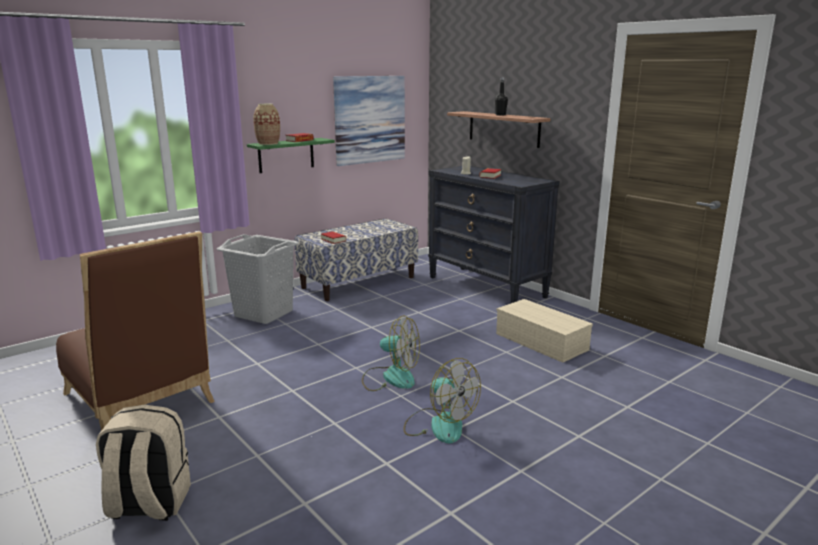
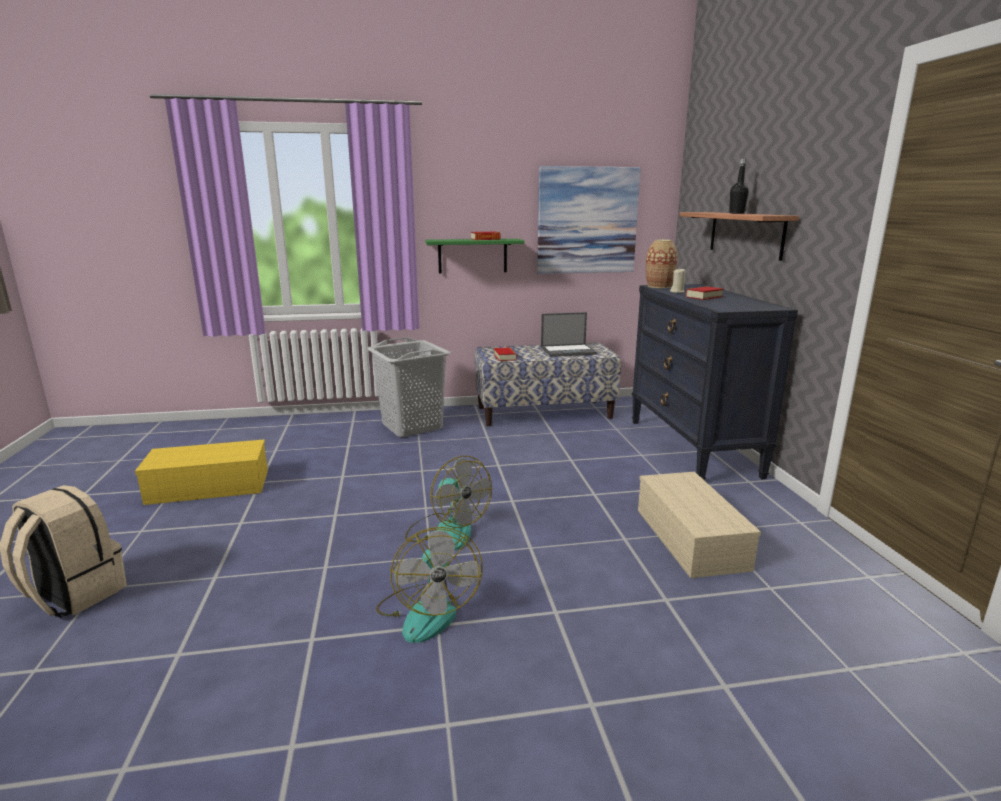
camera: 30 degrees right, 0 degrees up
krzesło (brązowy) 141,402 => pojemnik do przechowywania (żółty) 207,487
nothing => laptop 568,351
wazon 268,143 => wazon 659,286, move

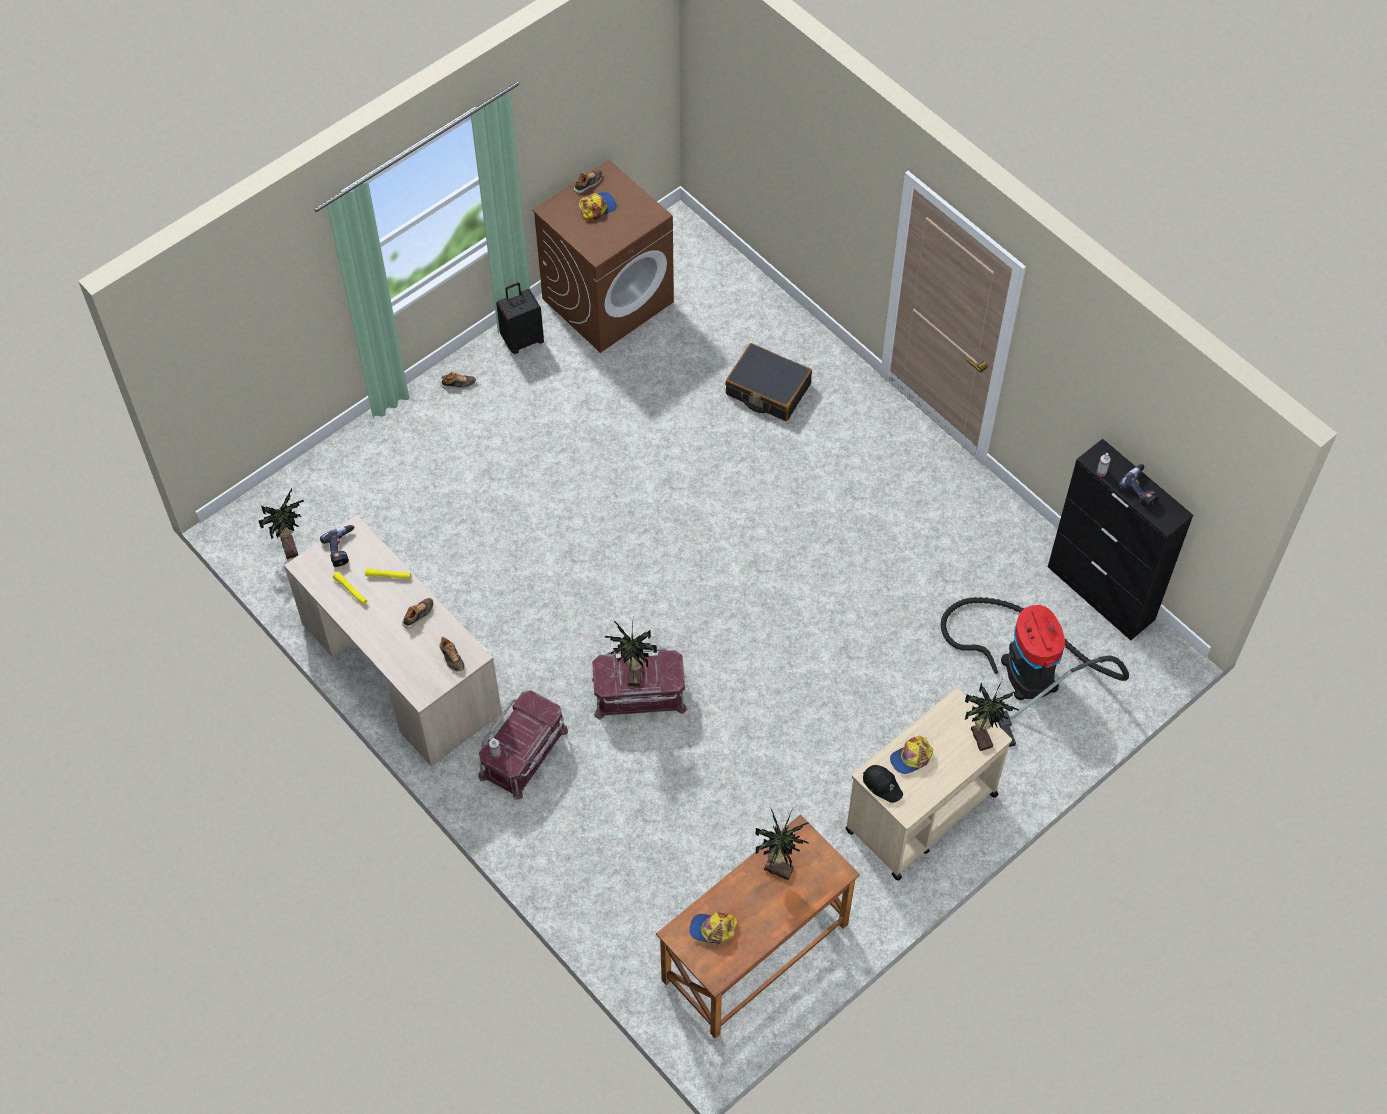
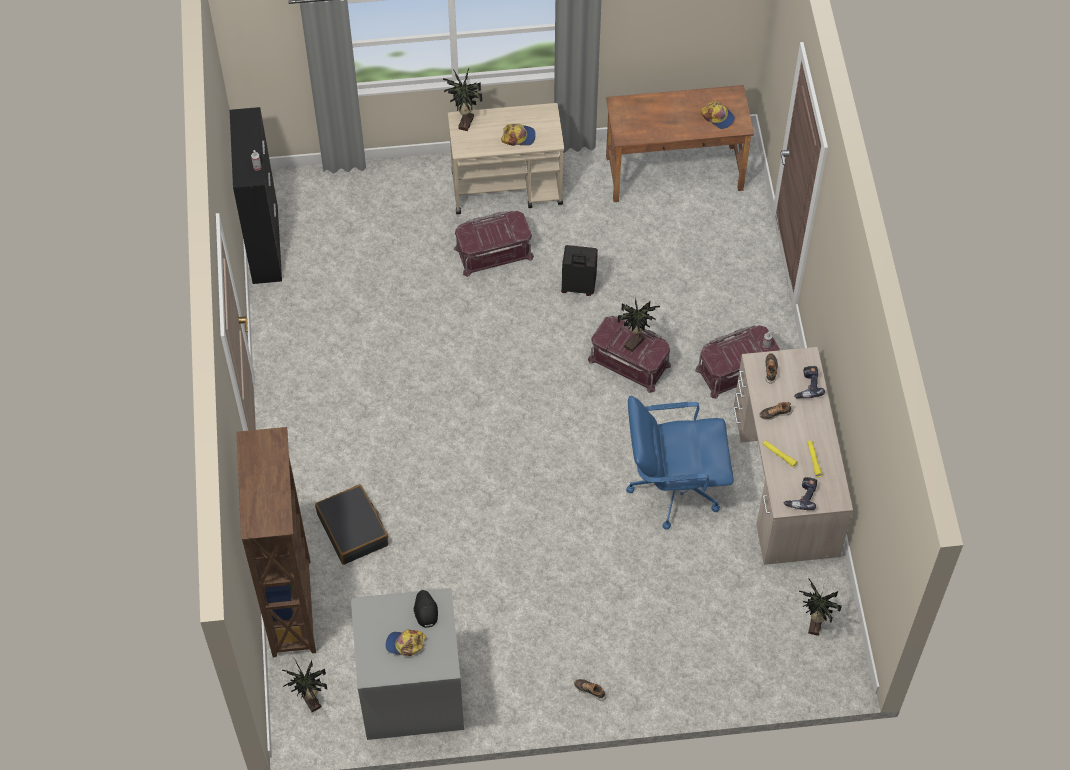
camera: 145 degrees left, 0 degrees up
nothing => regał (brązowy) 292,607
roślina doniczkowa 779,867 => roślina doniczkowa 310,702, move
pralka (brązowy) 608,299 => pralka (szary) 411,692
czapka z daszkiem (czarny) 882,784 => czapka z daszkiem (czarny) 425,610, move
nothing => pojemnik do przechowywania (czerwony) 493,251
walizka (czarny) 522,340 => walizka (czarny) 578,287, move
nothing => krzesło biurowe (niebieski) 673,486
wiertarka 1141,489 => wiertarka 807,386, move
but 588,183 => nothing
odkurzacz 1025,668 => nothing

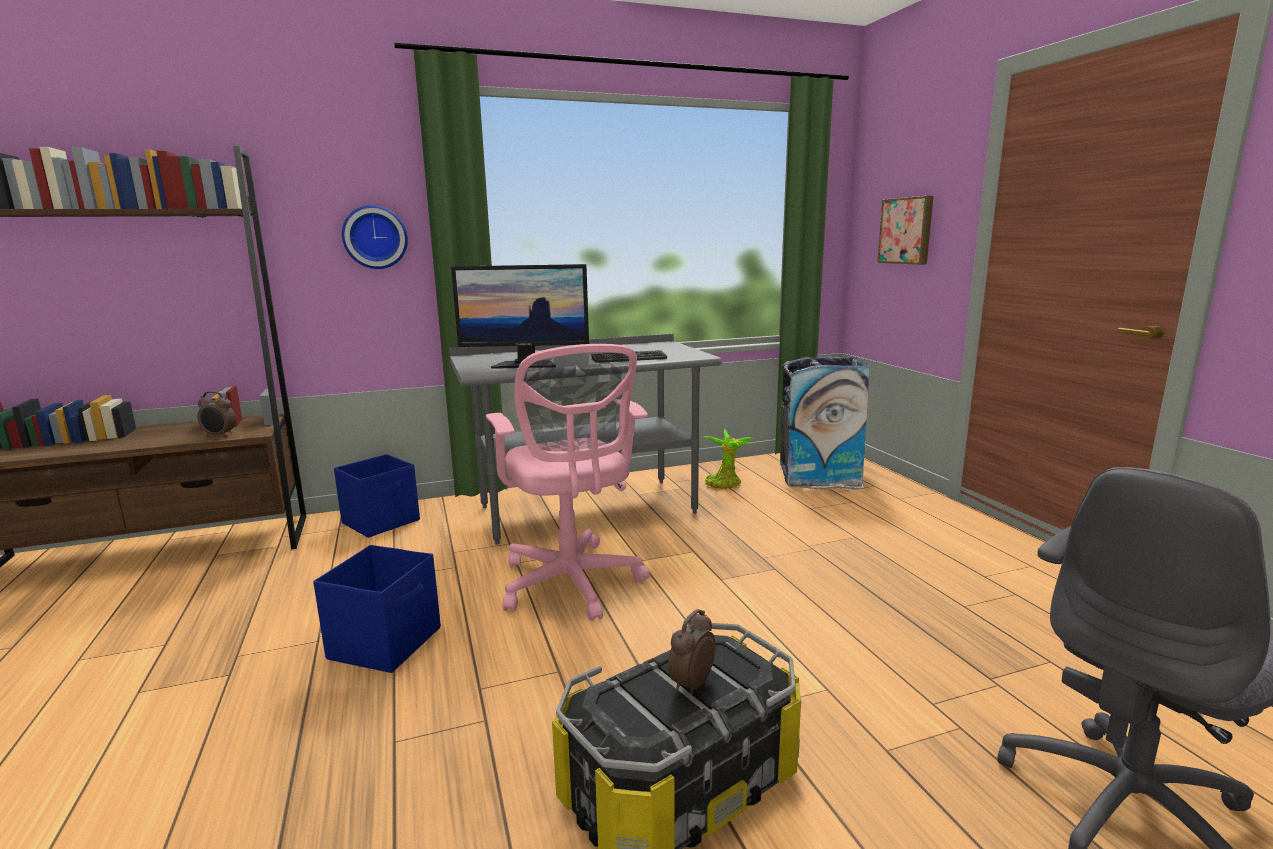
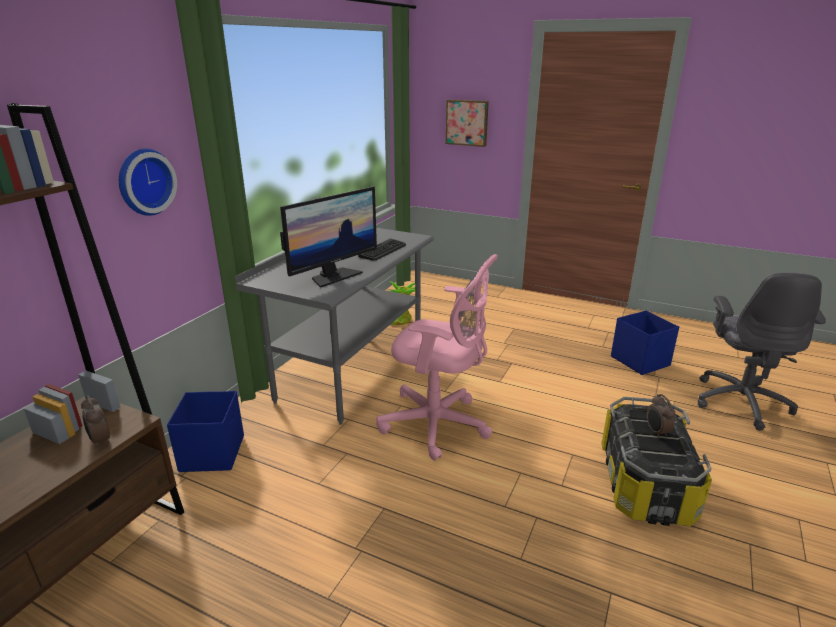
camera: 45 degrees left, 10 degrees up
budzik 219,435 => budzik 100,441, 90 degrees clockwise
pojemnik do przechowywania (niebieski) 387,642 => pojemnik do przechowywania (niebieski) 639,360, move
kosz na śmieci 817,475 => nothing

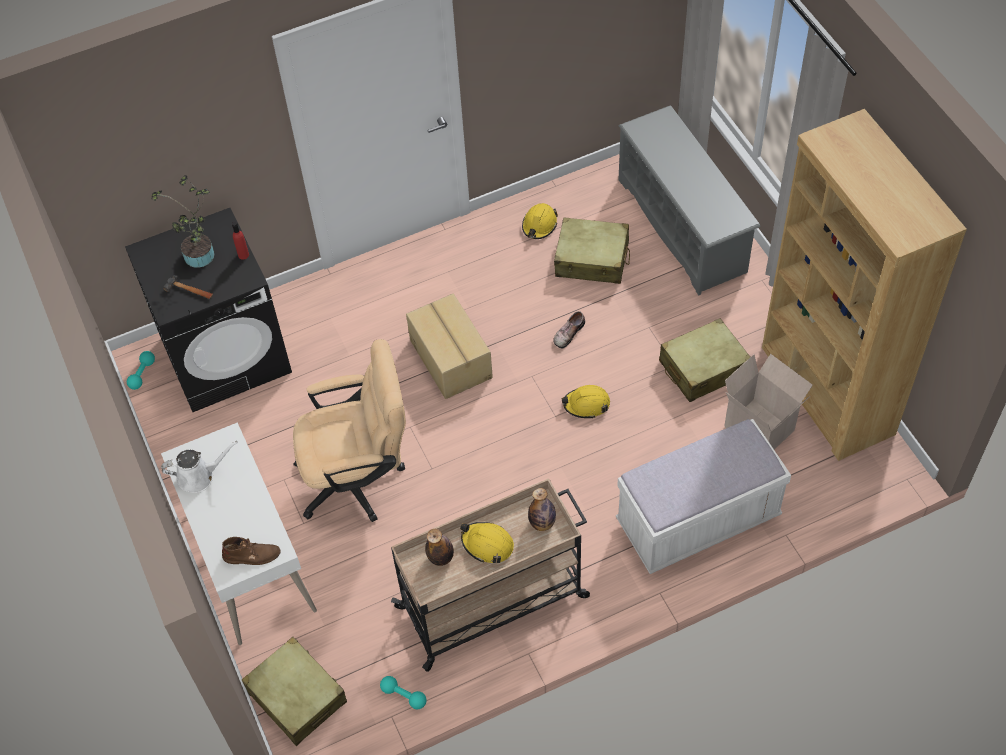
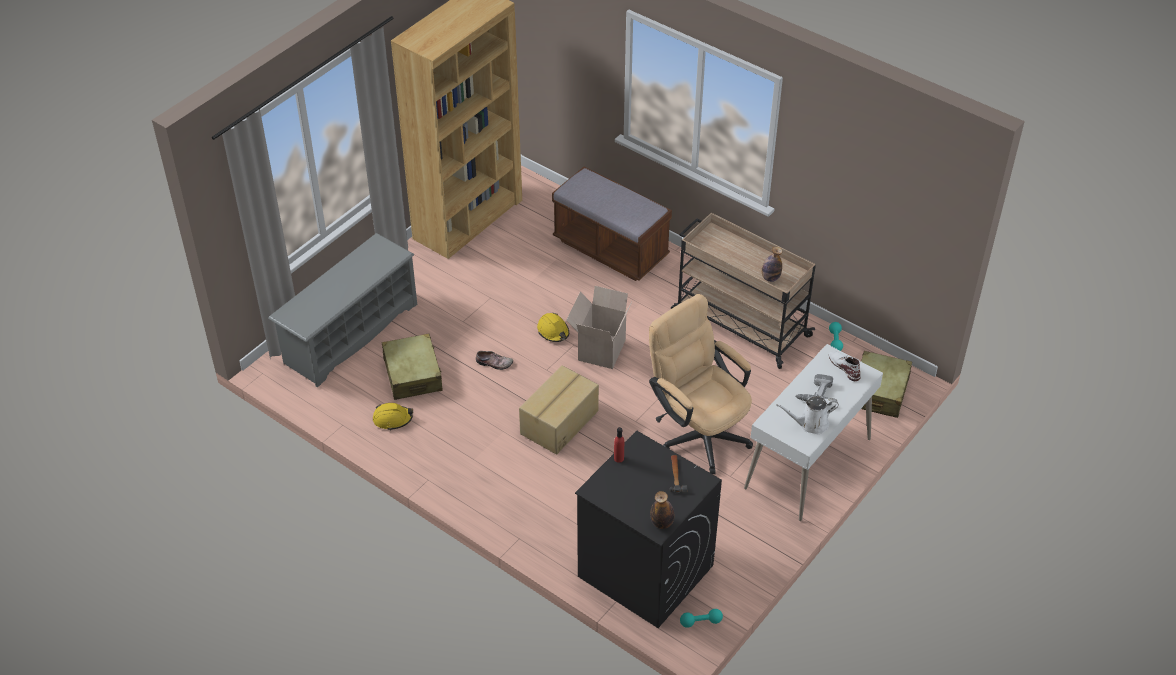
camera: 120 degrees left, 10 degrees down
ławka (biały) 698,520 => ławka (brązowy) 611,249
karton 761,428 => karton 600,349, move
butelka 542,523 => butelka 662,523, move
konewka (biały) 199,476 => konewka (biały) 810,424, 60 degrees counterclockwise
nothing => wiertarka 814,392
but z cholewką (brązowy) 252,555 => but z cholewką (biały) 844,366
roślina doniczkowa 200,258 => nothing
kask (żółty) 487,544 => nothing
walizka (beżowy) 703,368 => nothing

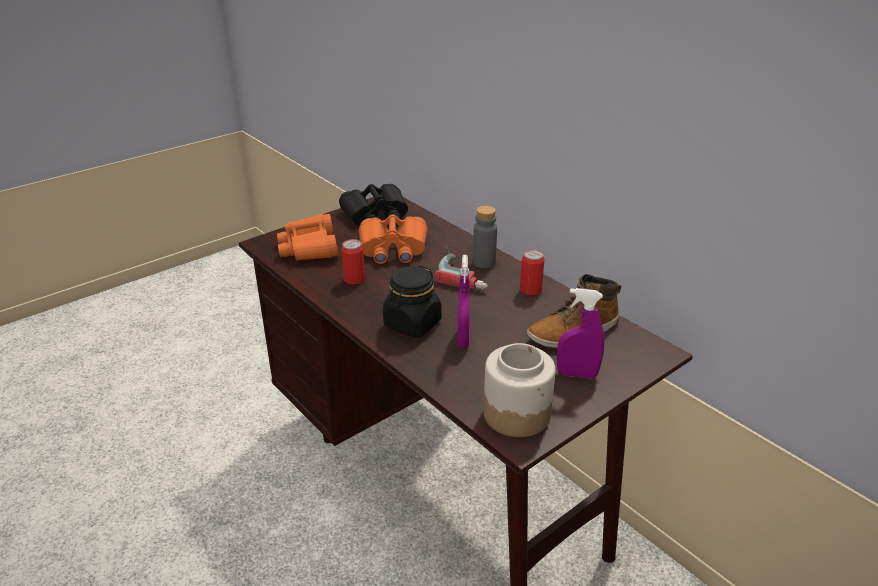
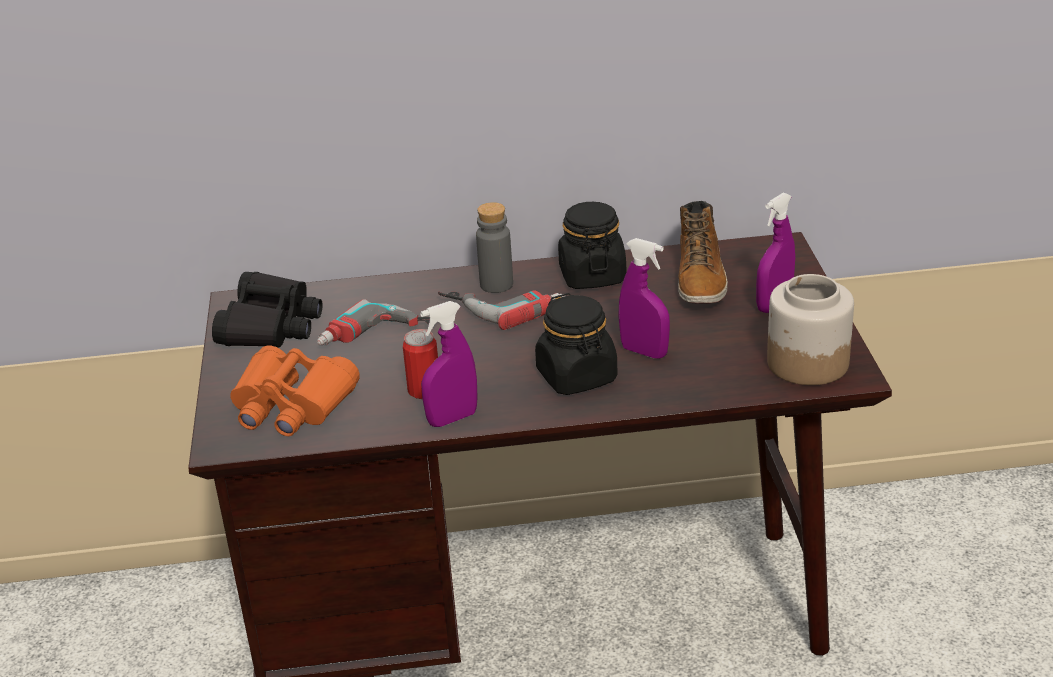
camera: 55 degrees left, 0 degrees up
lornetka (pomarańczowy) 393,249 => wiertarka 382,338
nothing => spryskiwacz (fioletowy) 452,419
puszka 530,290 => słoik (czarny) 592,275

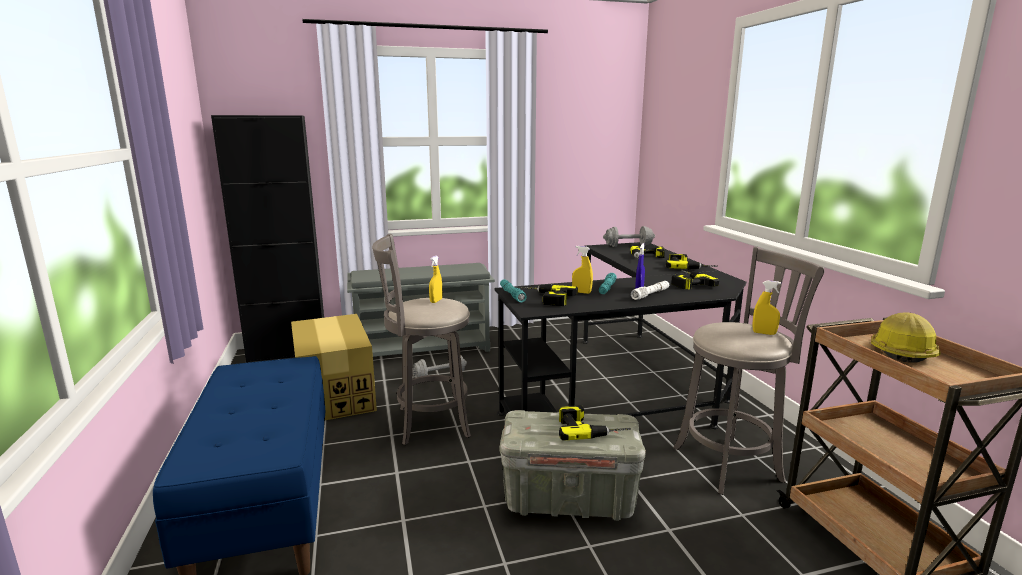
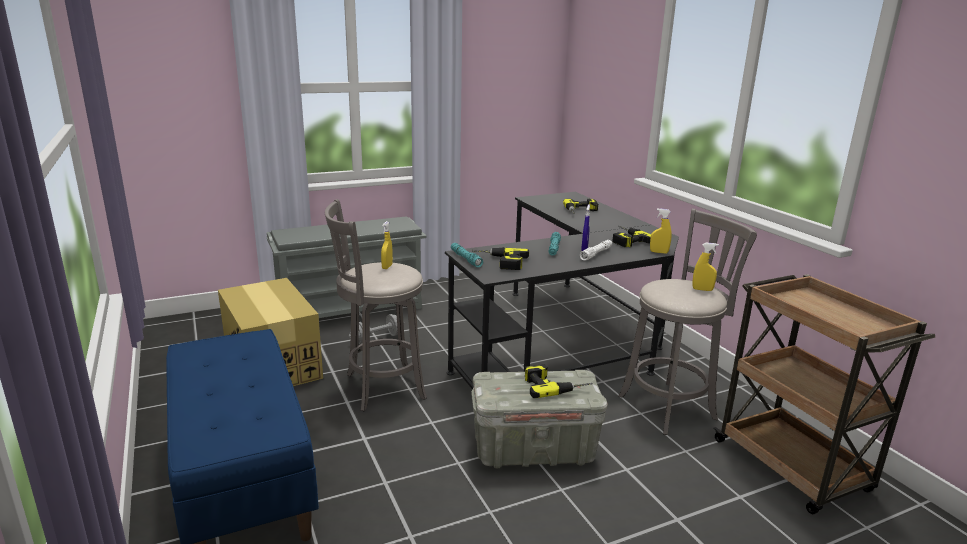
camera: 10 degrees left, 5 degrees up
spryskiwacz (żółty) 581,292 => spryskiwacz (żółty) 658,252, move
szafka (czarny) 288,352 => nothing
hantel (szary) 628,246 => nothing
wiertarka 689,266 => nothing
kask 901,351 => nothing

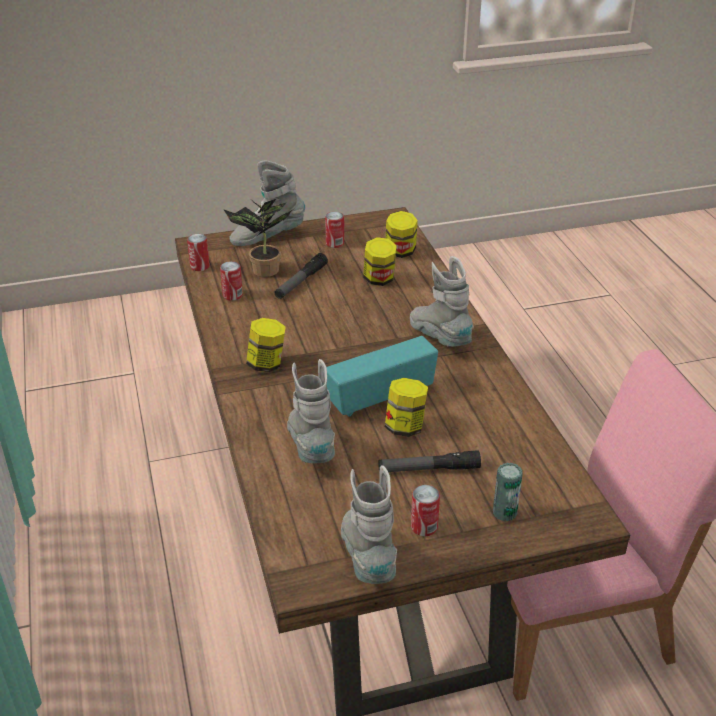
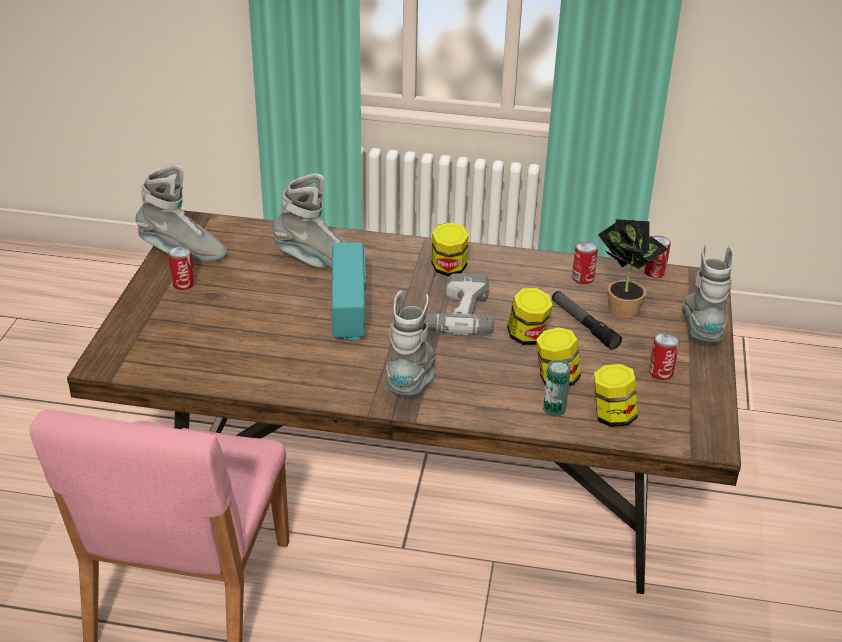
camera: 115 degrees right, 0 degrees up
but z cholewką (szary) 439,338 => but z cholewką (szary) 412,380, 75 degrees counterclockwise
nothing => wiertarka 451,314
słoik 405,427 => słoik 527,337, move
puszka 504,512 => puszka 554,409, move
latarka 428,469 => nothing

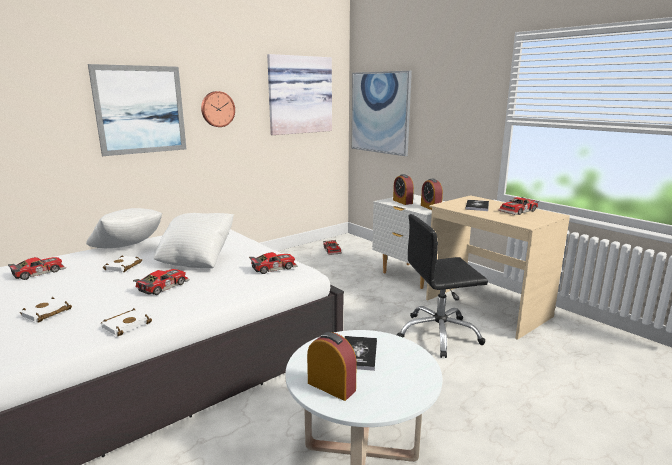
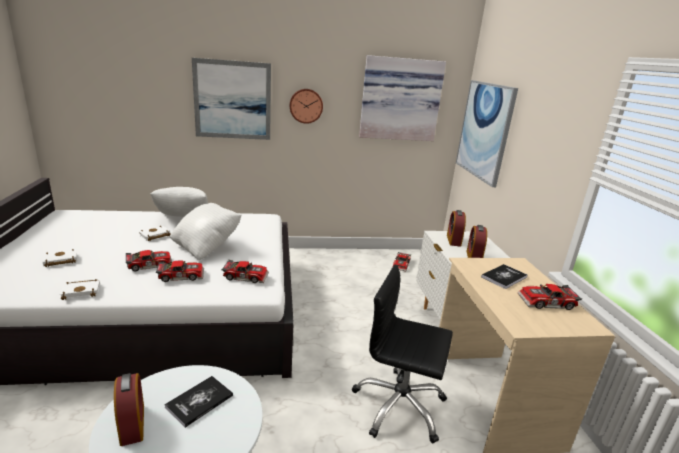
camera: 30 degrees right, 5 degrees up
samochodzik 38,272 => samochodzik 181,275, move

